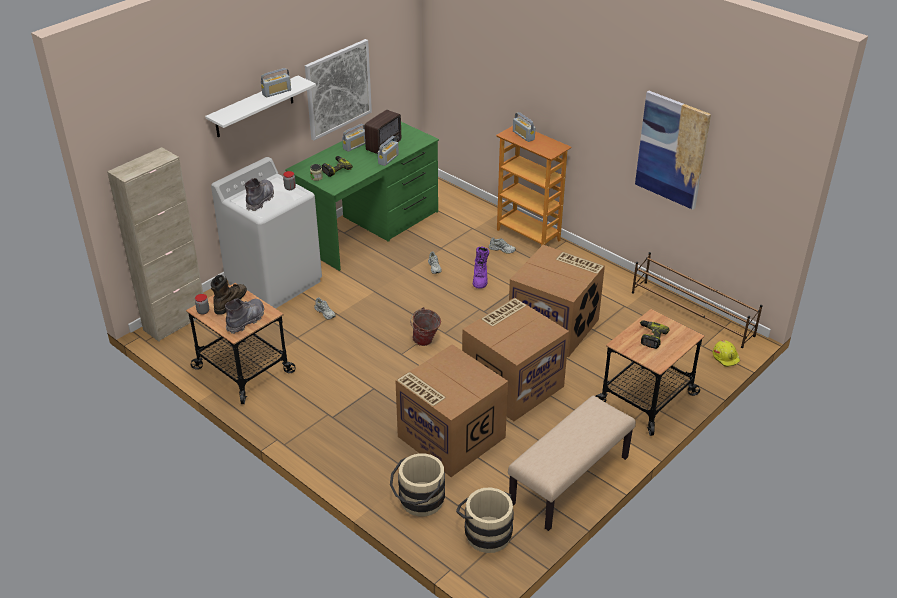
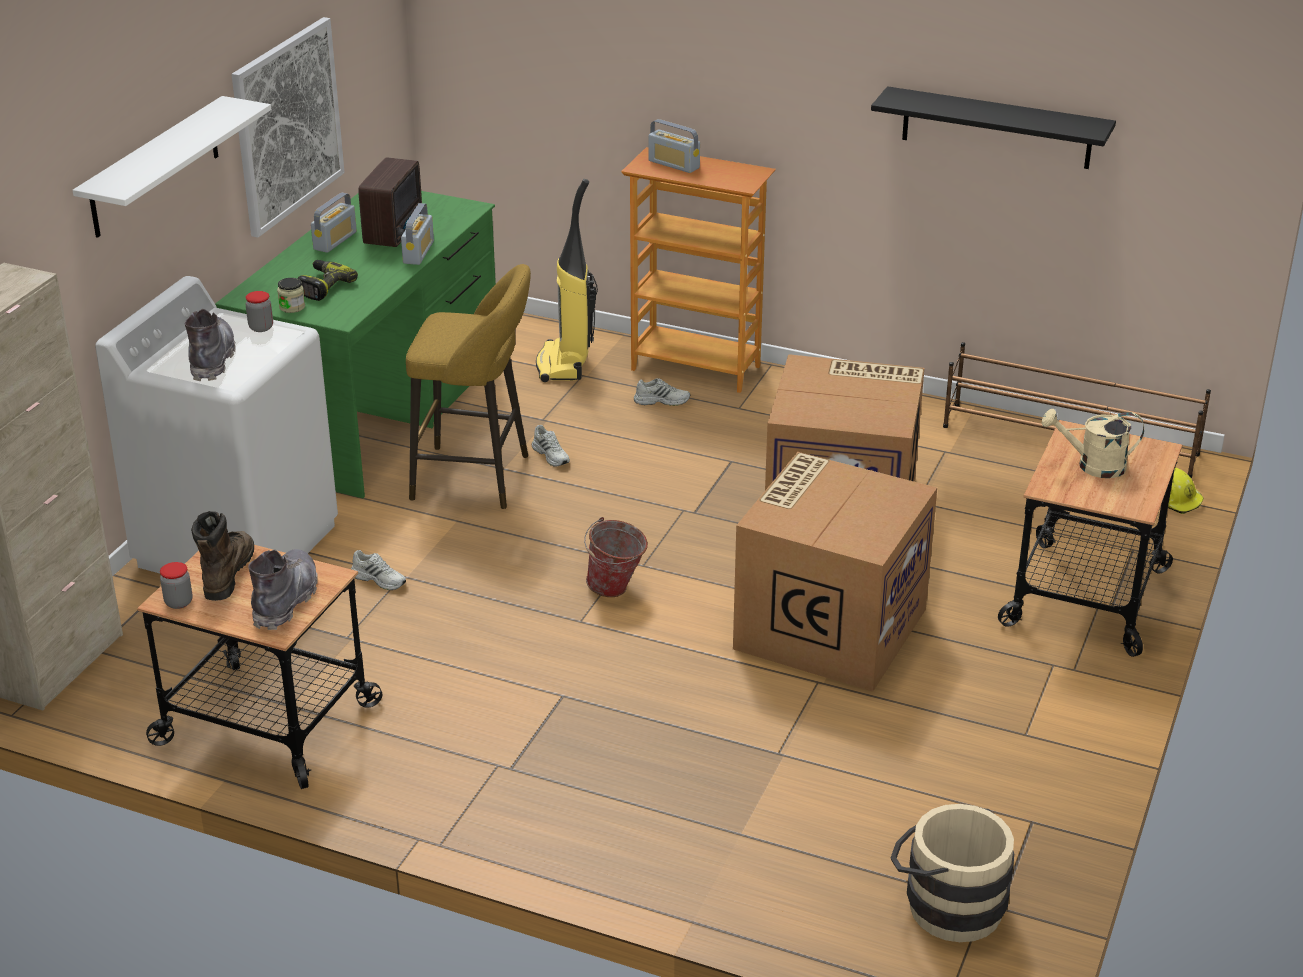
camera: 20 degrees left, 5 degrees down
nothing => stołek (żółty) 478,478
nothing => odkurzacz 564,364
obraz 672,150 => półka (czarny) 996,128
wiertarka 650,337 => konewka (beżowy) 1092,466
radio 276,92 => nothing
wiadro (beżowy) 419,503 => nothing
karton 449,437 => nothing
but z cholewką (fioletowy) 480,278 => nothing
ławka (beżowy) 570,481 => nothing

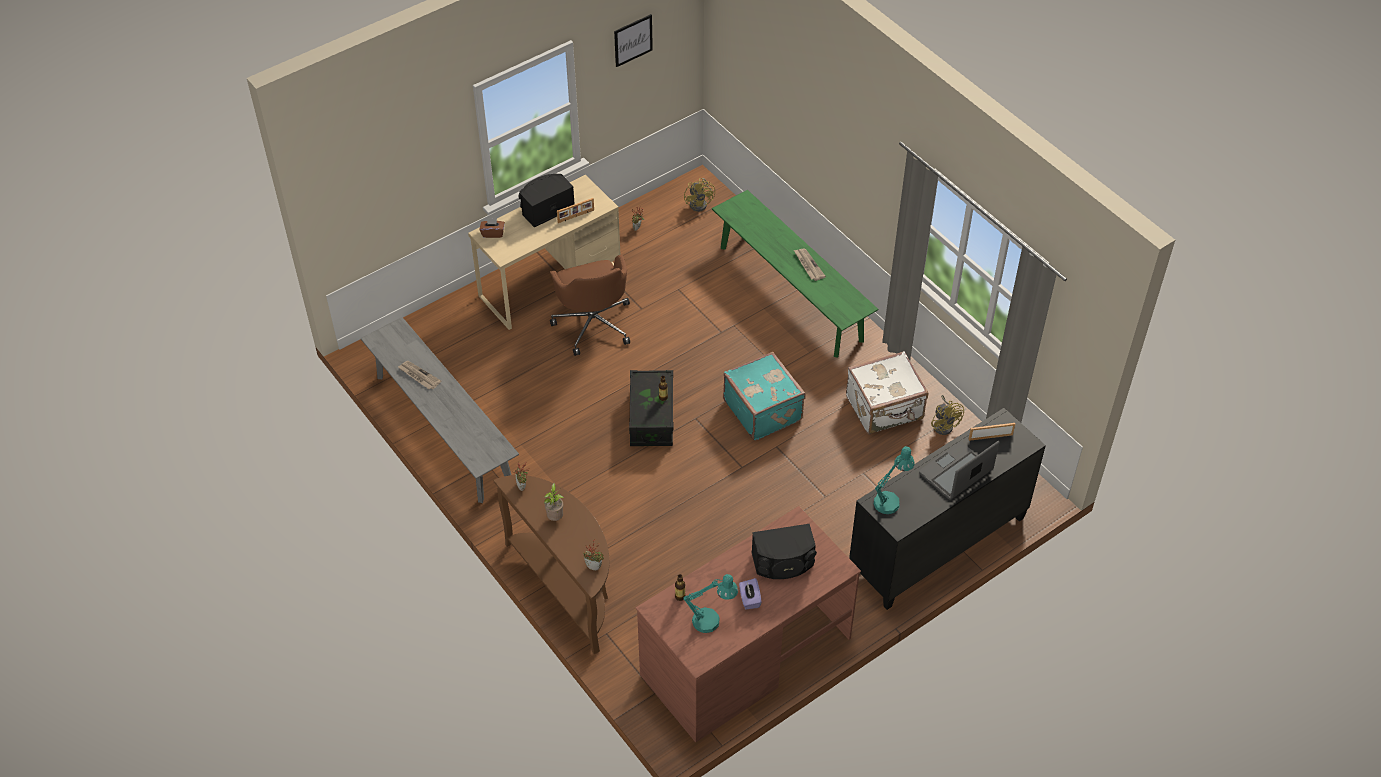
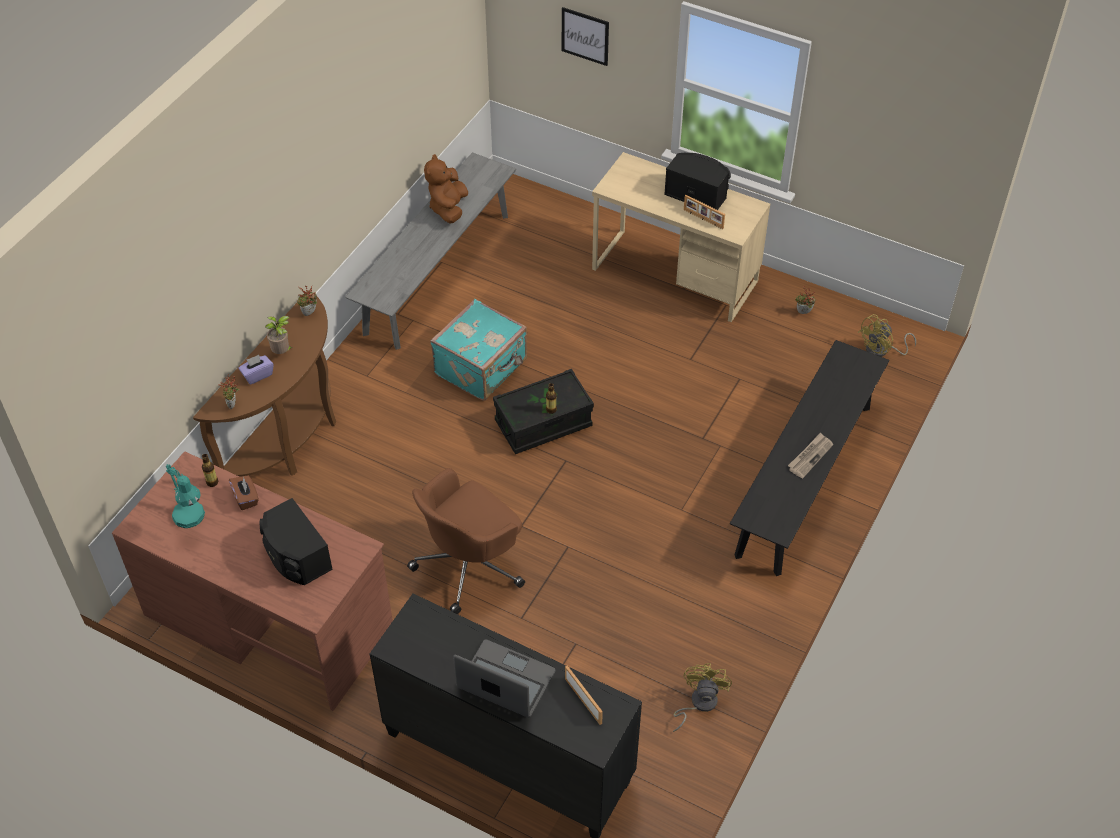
camera: 65 degrees right, 0 degrees up
pudełko chusteczek (brązowy) 493,233 => pudełko chusteczek (brązowy) 246,498, move
pudełko chusteczek (fioletowy) 749,599 => pudełko chusteczek (fioletowy) 257,375, move
krzesło biurowe (brązowy) 593,323 => krzesło biurowe (brązowy) 470,565, move
gazeta 418,376 => pluszak (brązowy) 448,208
walizka (turkusowy) 763,409 => walizka (turkusowy) 482,368, move
obraz 633,40 => obraz 585,36, move
wentylator (żółty) 944,424 => wentylator (żółty) 698,703, 150 degrees clockwise
ławka (zielony) 790,293 => ławka (czarny) 804,479
walizka (biały) 885,408 => nothing
lampa stołowa (turkusowy) 890,500 => nothing

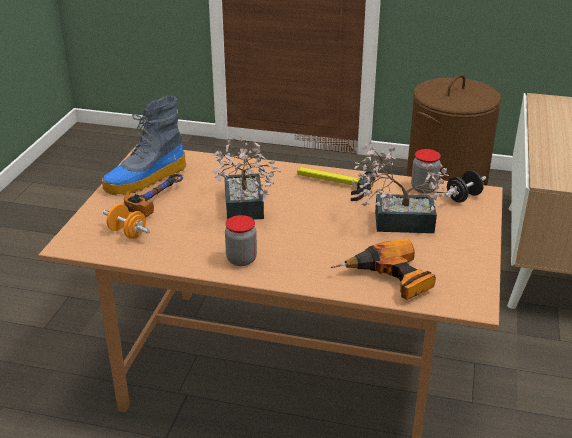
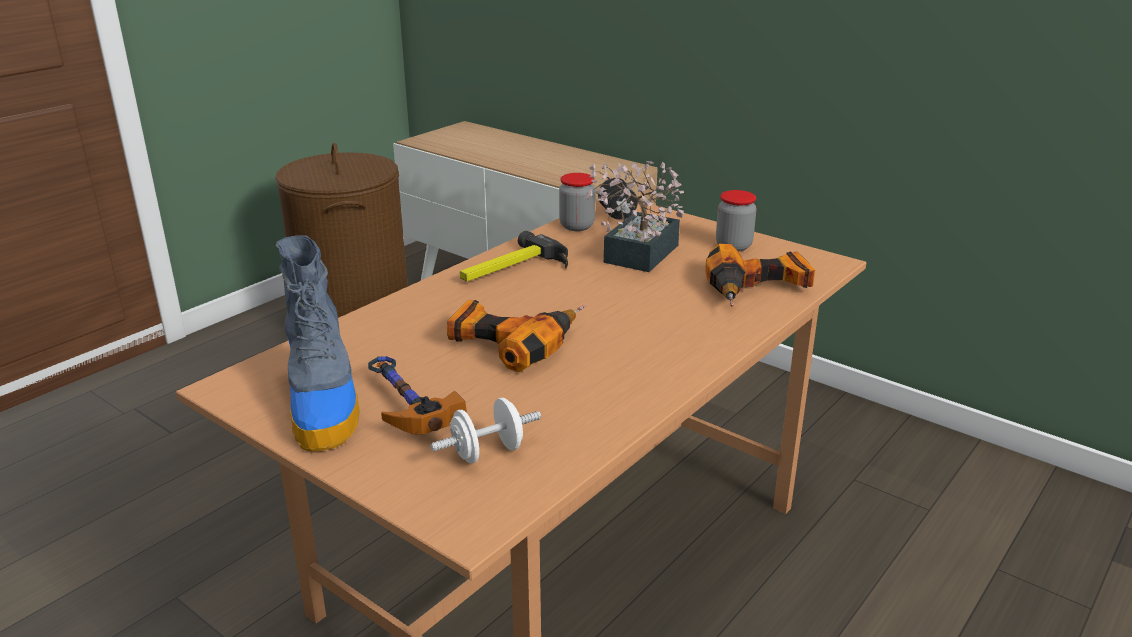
camera: 65 degrees left, 5 degrees down
hantel (pomarańczowy) 127,233 => hantel (biały) 487,452
roślina doniczkowa 243,209 => wiertarka 513,340
słoik 241,259 => słoik 733,246, move

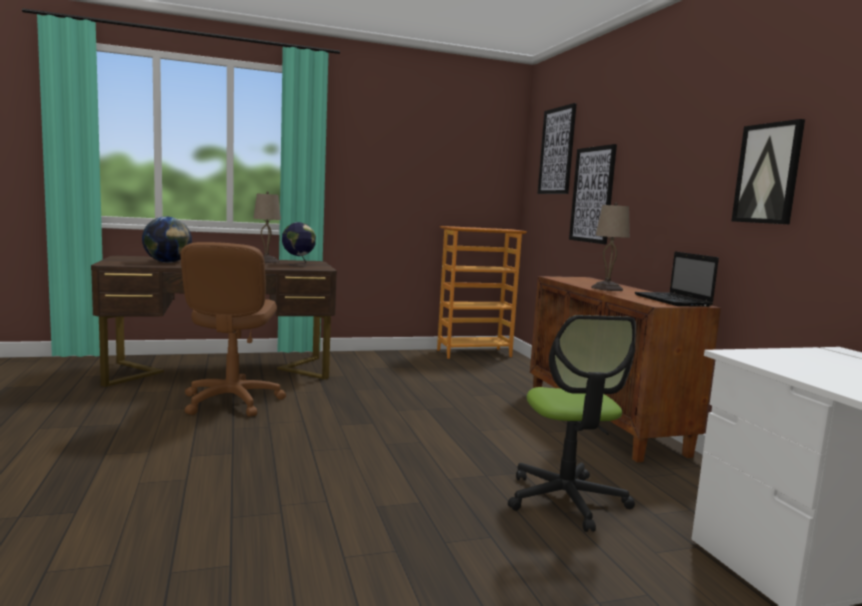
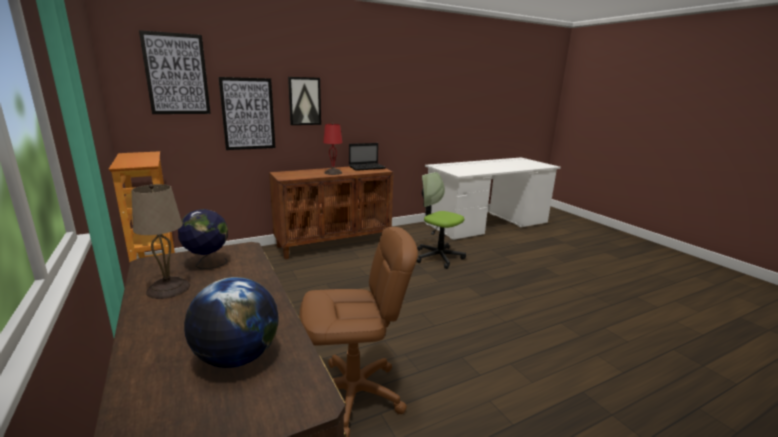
camera: 100 degrees left, 10 degrees up
obraz 768,173 => obraz 304,101, move
lampa stołowa (beżowy) 607,288 => lampa stołowa (czerwony) 333,172
krzesło biurowe 566,500 => krzesło biurowe 438,257, 120 degrees counterclockwise

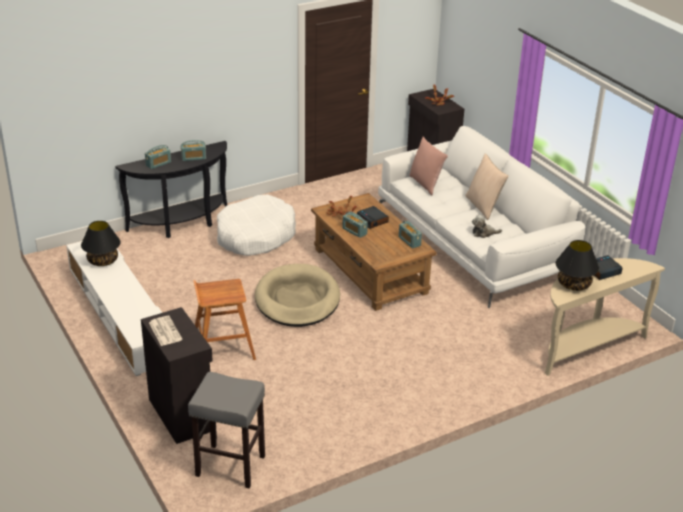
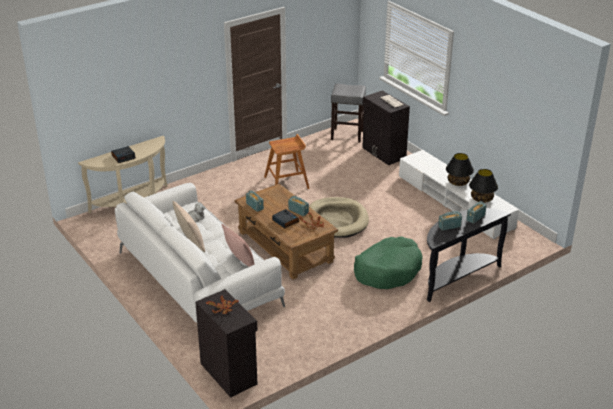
camera: 175 degrees right, 0 degrees up
stołek (brązowy) 223,346 => stołek (brązowy) 287,182, move
legowisko (biały) 255,236 => legowisko (zielony) 388,270
lampa stołowa (czarny) 573,284 => lampa stołowa (czarny) 458,182, move

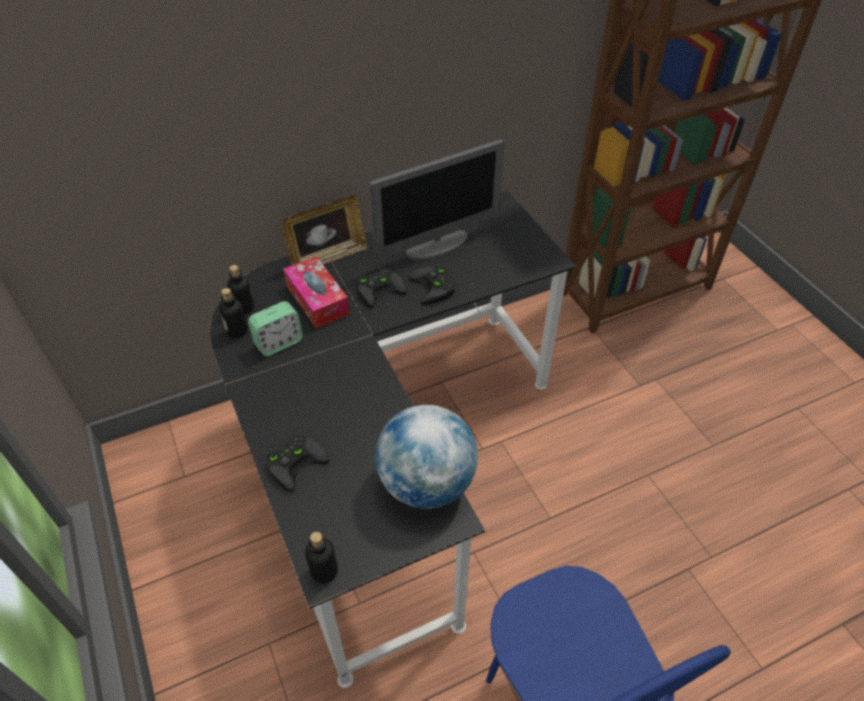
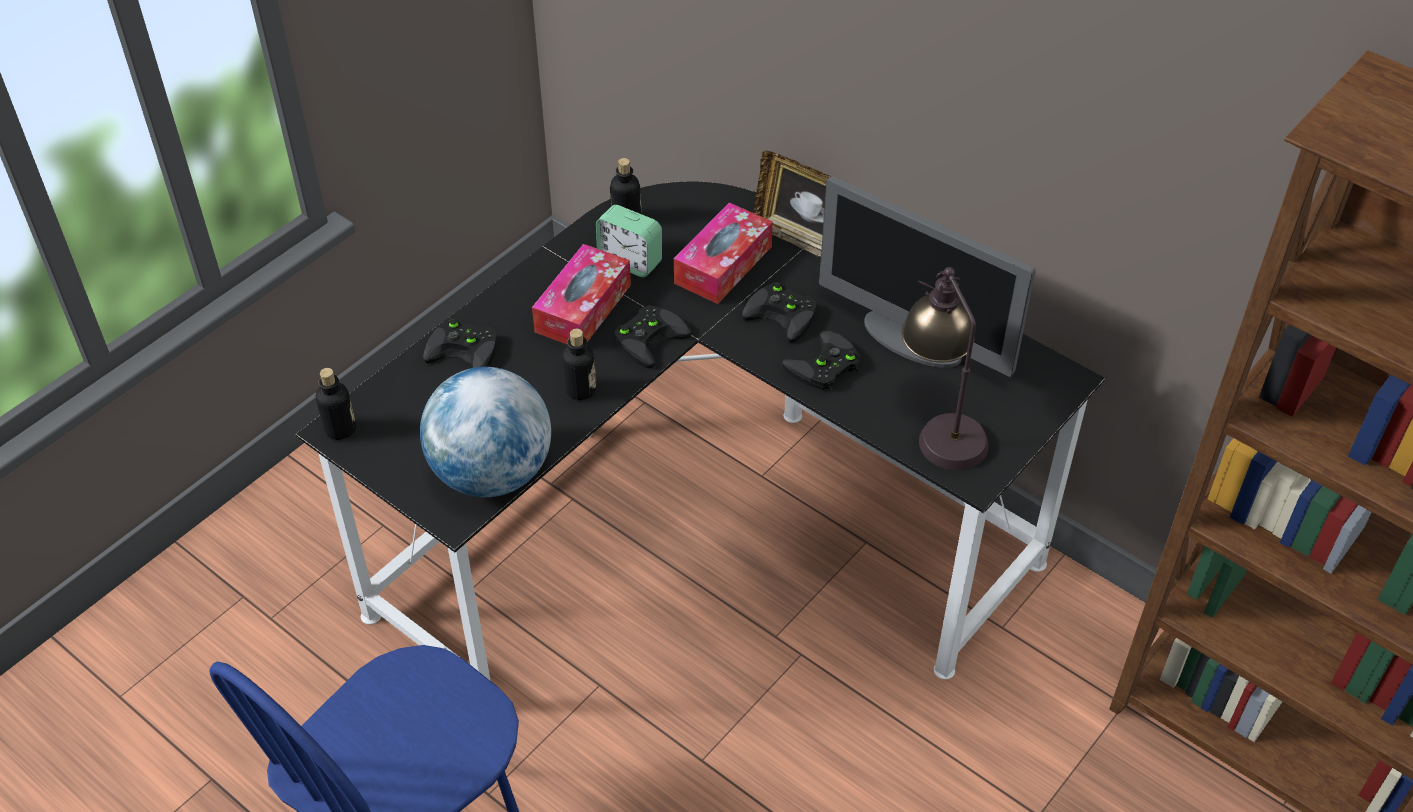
camera: 65 degrees right, 0 degrees up
nothing => pudełko chusteczek 583,308
butelka 244,308 => butelka 581,390, move
nothing => pad do gier (czarny) 650,337
nothing => lampa stołowa 939,424

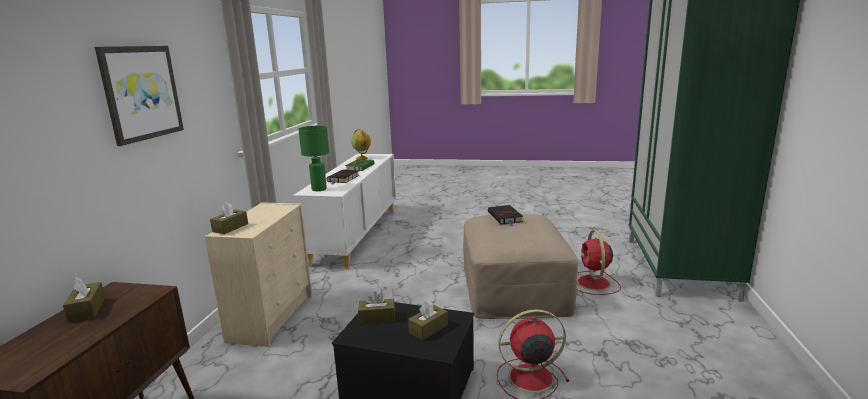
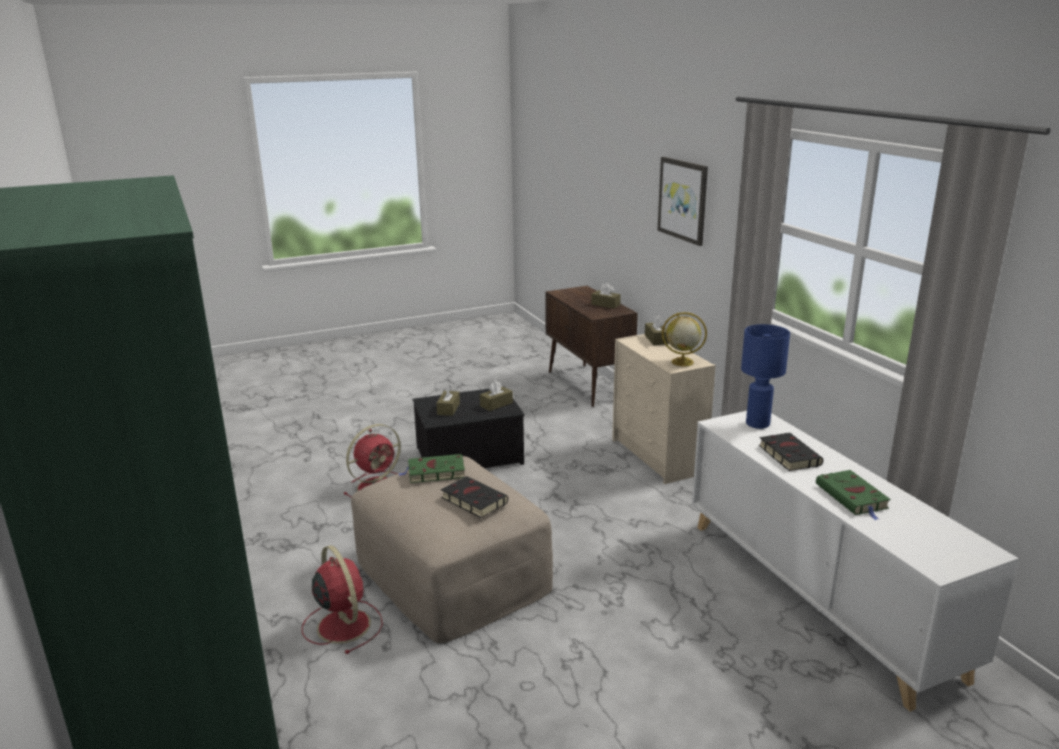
camera: 145 degrees right, 5 degrees up
nothing => książka (zielony) 434,472
globus 362,158 => globus 681,362, move
lampa stołowa (zielony) 318,189 => lampa stołowa (niebieski) 757,423

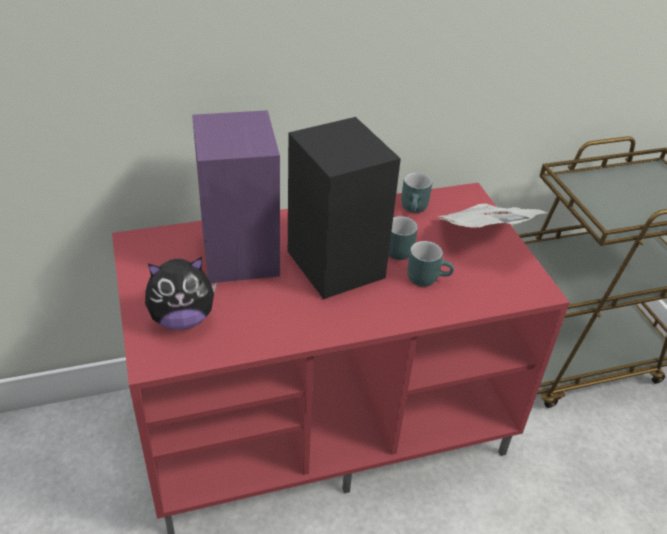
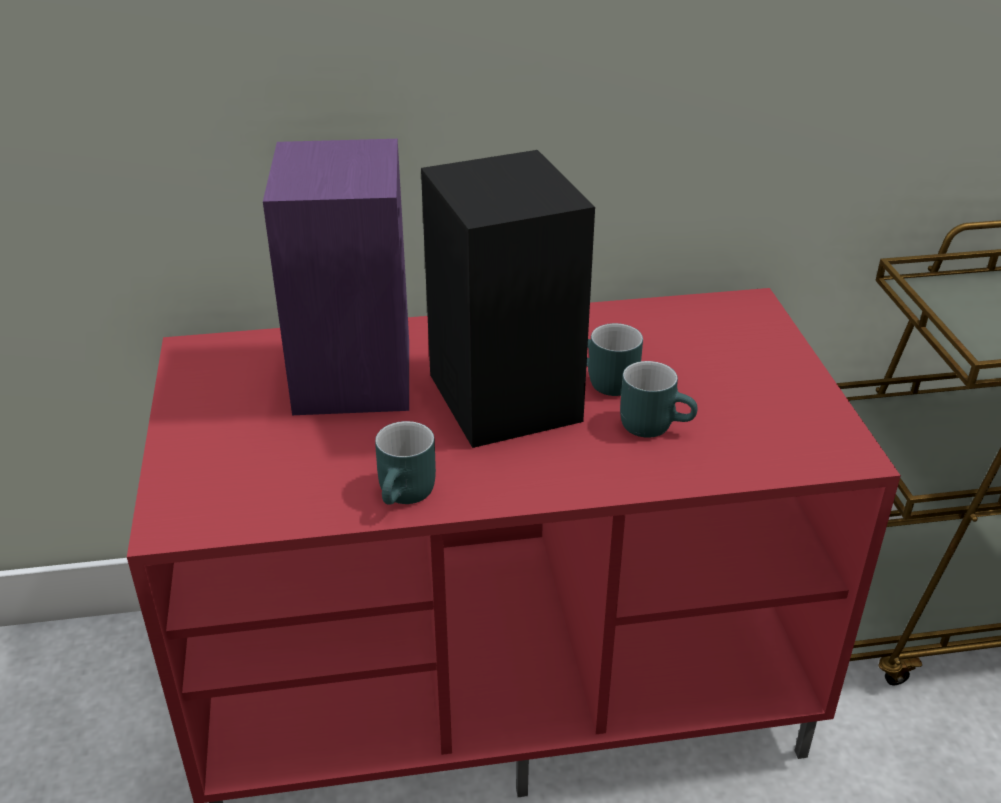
camera: 10 degrees right, 5 degrees down
kubek (turkusowy) 415,209 => kubek (turkusowy) 408,495, move
pluszak 182,319 => nothing
gazeta 485,236 => nothing

